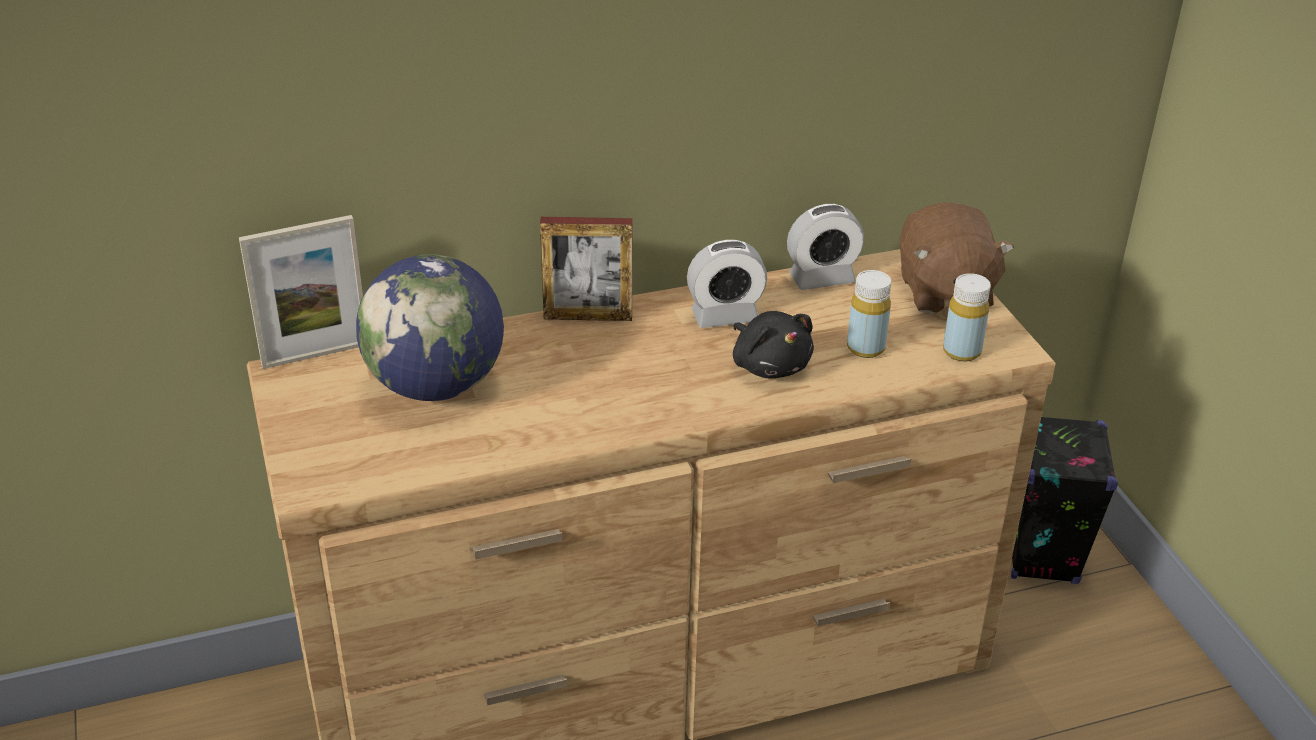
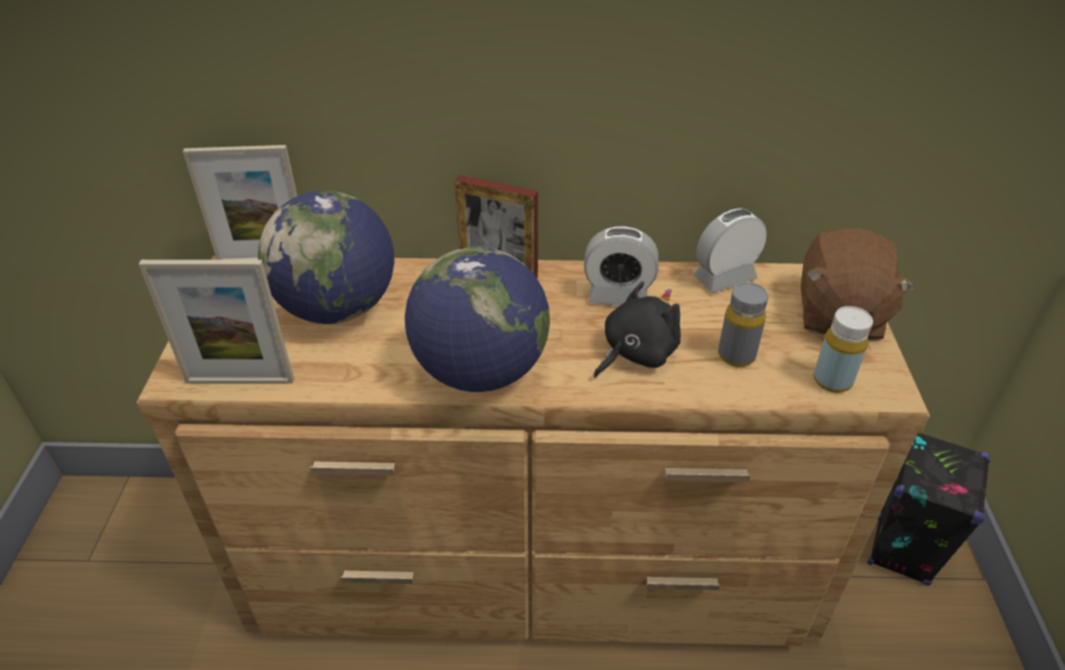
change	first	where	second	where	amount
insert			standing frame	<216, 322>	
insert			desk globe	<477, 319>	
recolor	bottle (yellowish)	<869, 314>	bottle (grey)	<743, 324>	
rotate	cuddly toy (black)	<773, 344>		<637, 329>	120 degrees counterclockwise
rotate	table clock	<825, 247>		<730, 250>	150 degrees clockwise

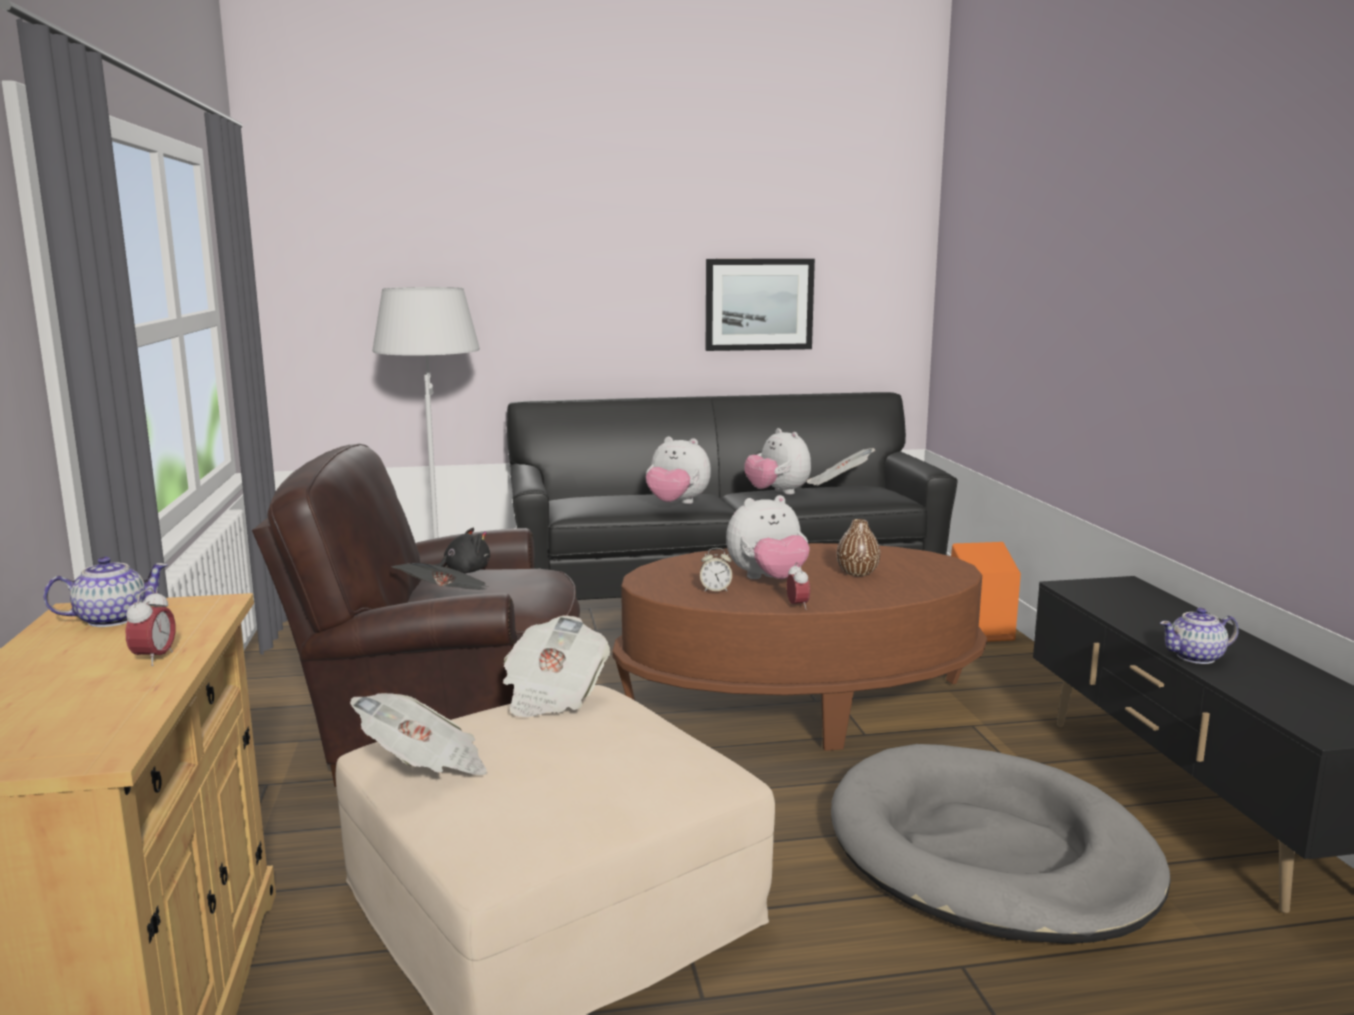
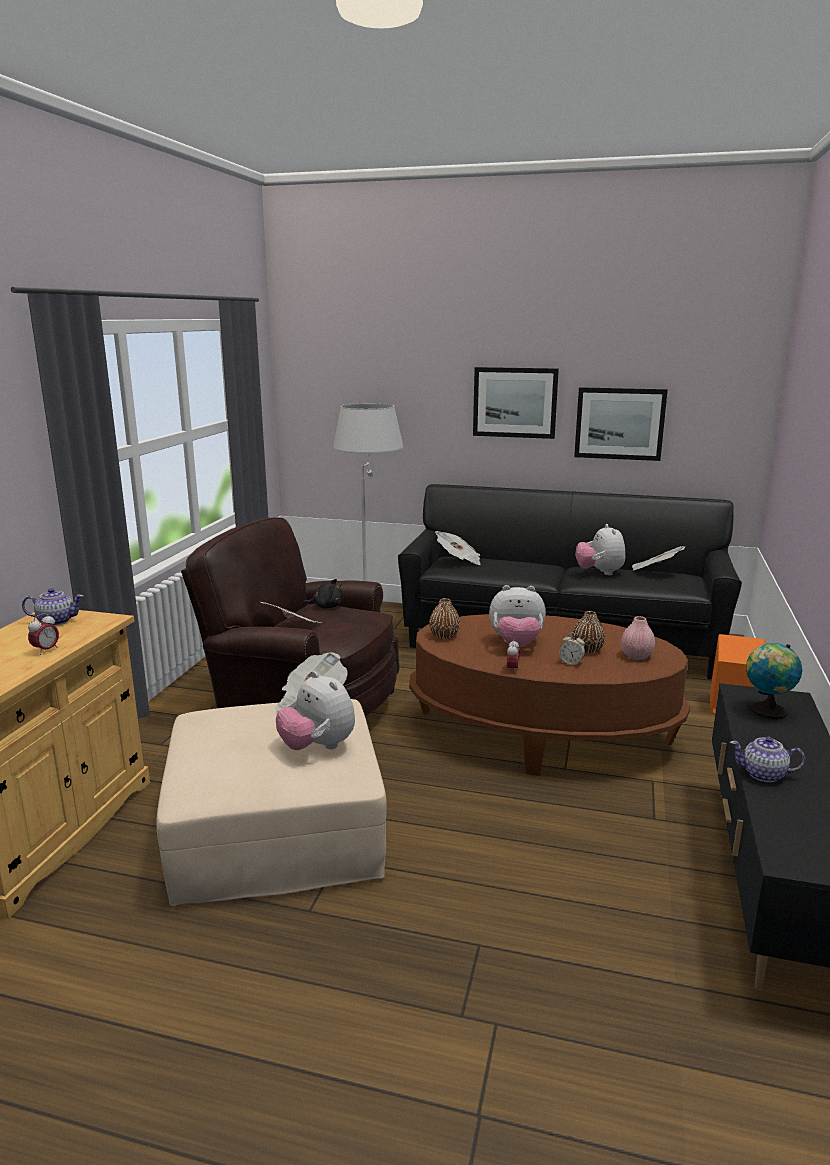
change	first	where	second	where	amount
delete	dog cushion (grey)	<1001, 844>			
insert			vase (brown)	<444, 618>	
insert			wall art	<516, 403>	
insert			vase (pinkish)	<638, 638>	
insert			desk globe	<774, 681>	
move	daily paper	<418, 734>		<457, 548>	
move	cuddly toy	<678, 470>		<315, 710>	
move	table clock	<716, 570>		<572, 649>	

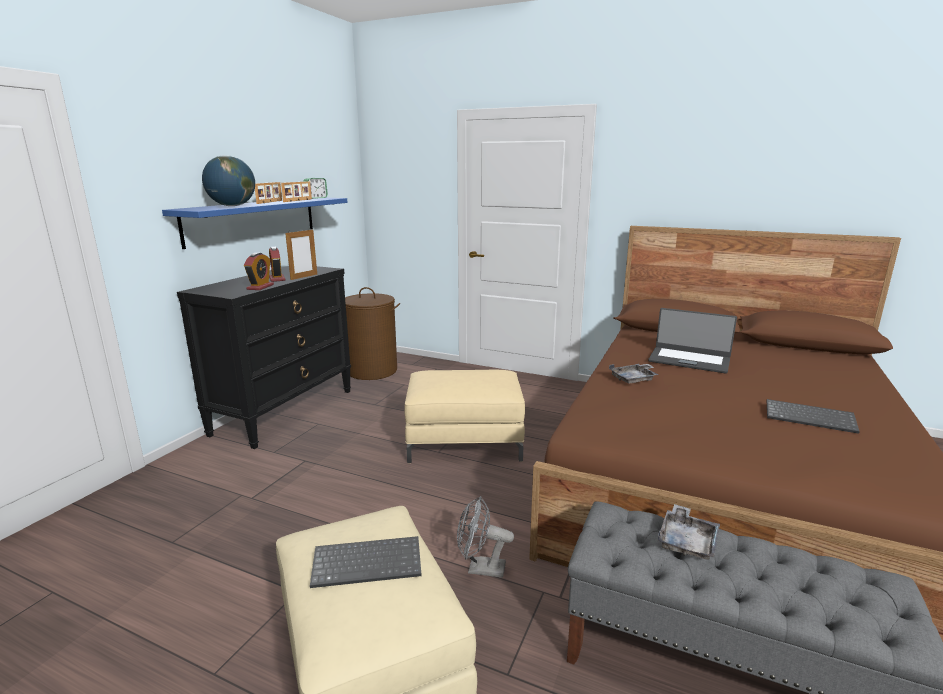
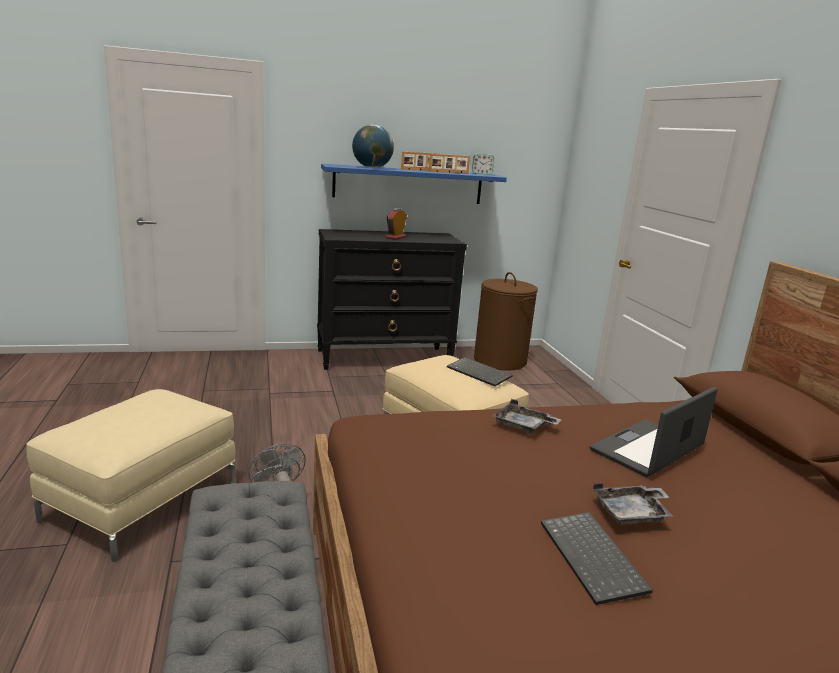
change	first	where	second	where	amount
delete	table clock	<259, 271>			
delete	standing frame	<301, 254>			
move	PC keyboard	<365, 562>		<480, 371>	
move	tray (grey)	<689, 532>		<633, 504>	
rotate	laptop	<692, 341>		<654, 432>	60 degrees clockwise

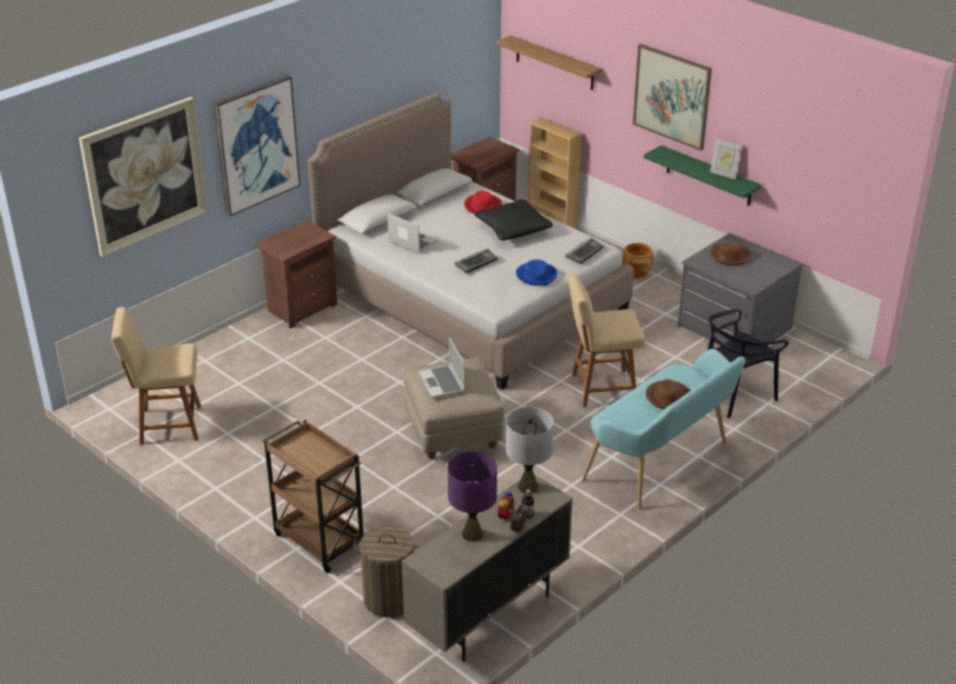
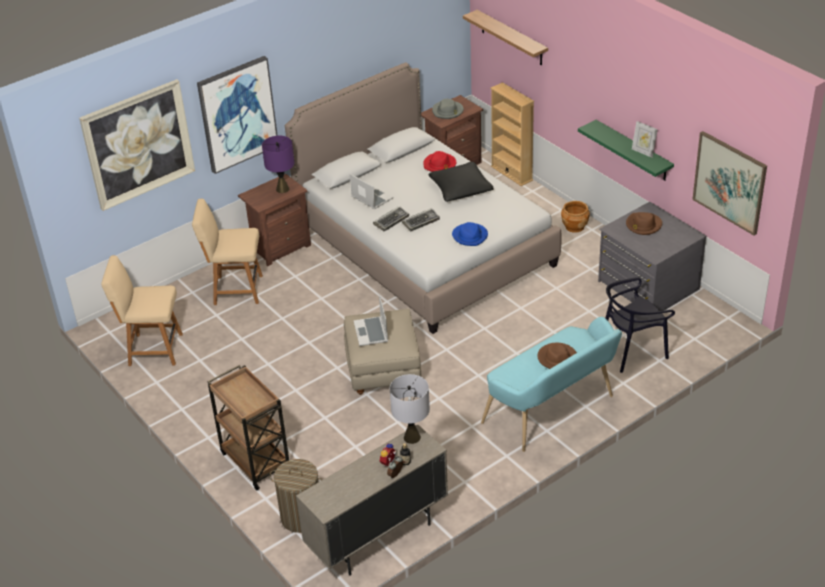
change	first	where	second	where	amount
insert			wearable hat (grey)	<448, 109>	
move	table lamp (purple-coloured)	<472, 496>		<278, 164>	
move	PC keyboard	<584, 251>		<391, 219>	
move	plain chair (sand-coloured)	<606, 340>		<227, 252>	
move	wall art	<672, 97>		<729, 183>	

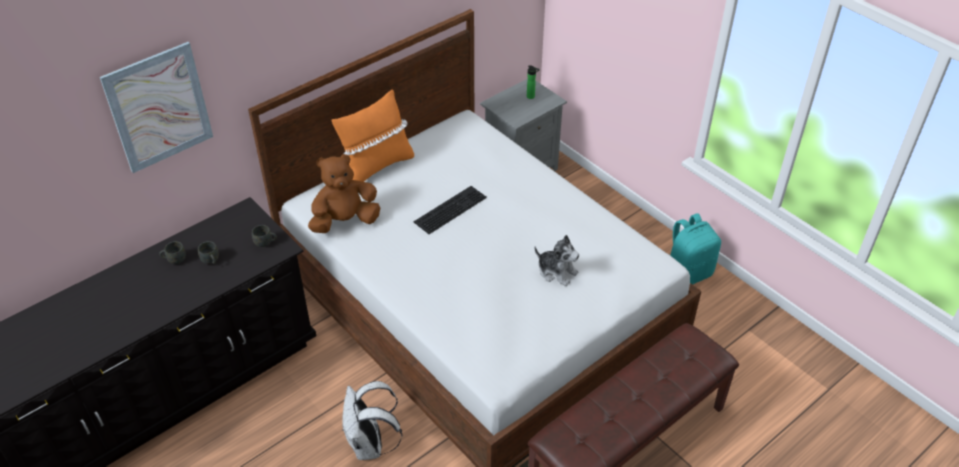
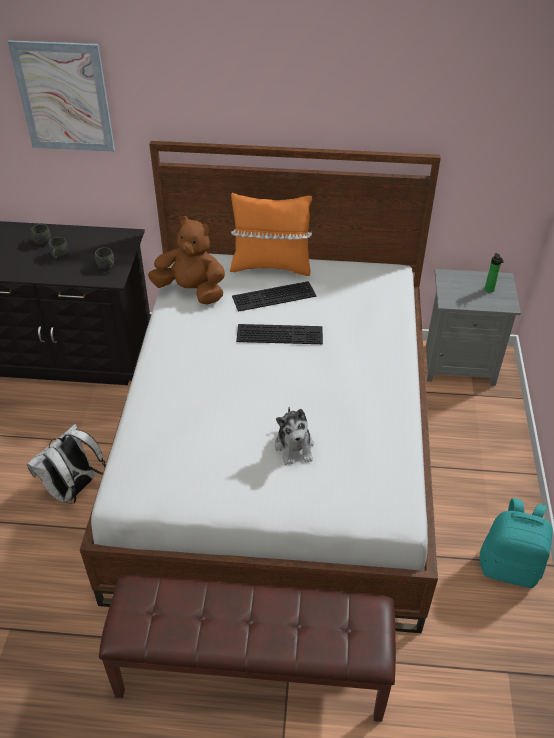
change	first	where	second	where	amount
insert			PC keyboard	<274, 296>	

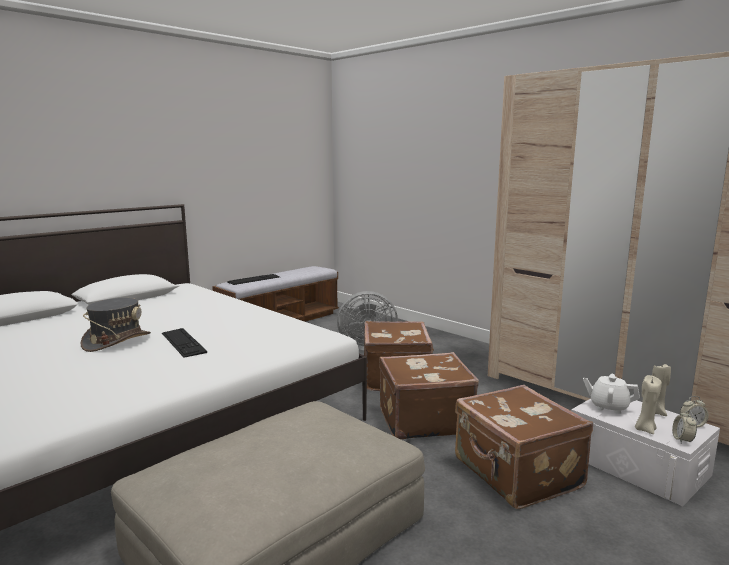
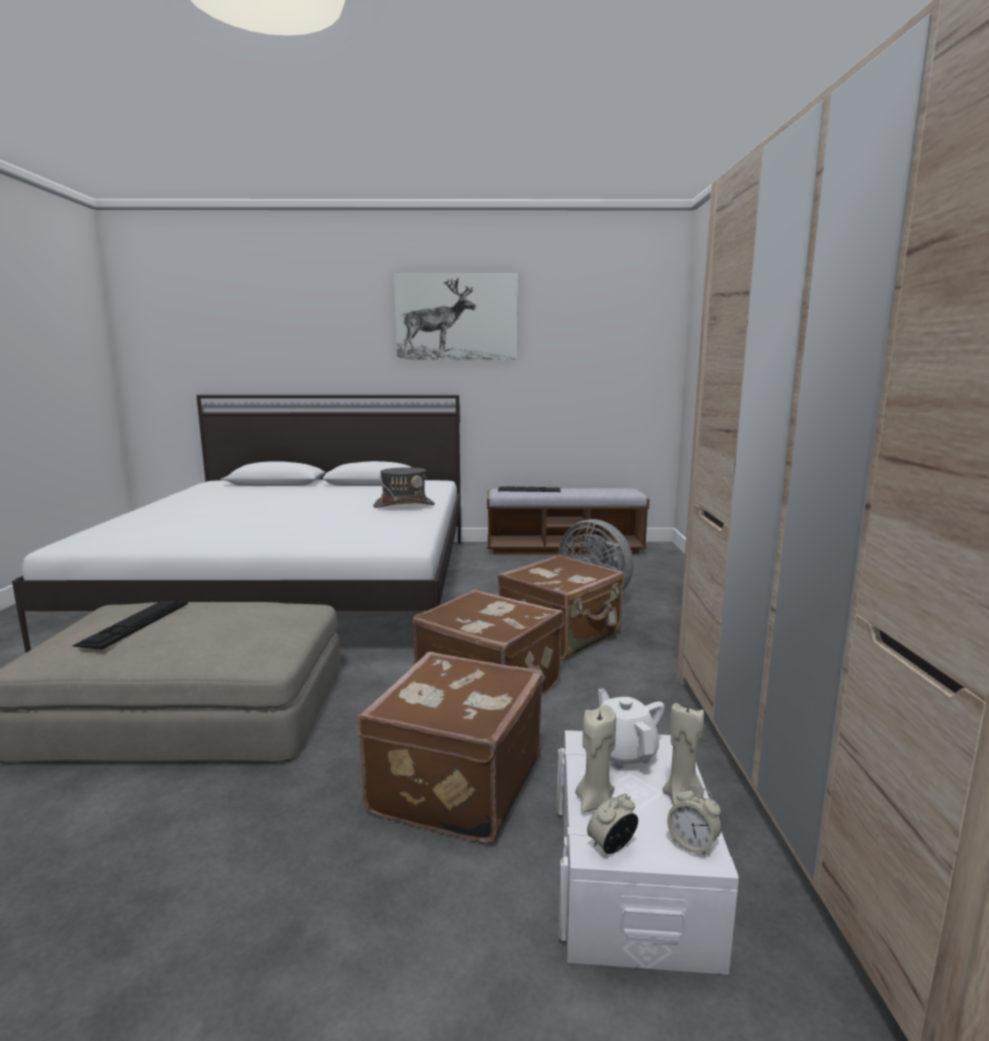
change	first	where	second	where	amount
insert			wall art	<456, 316>	
move	wearable hat (grey)	<115, 325>		<404, 487>	
move	PC keyboard	<184, 343>		<130, 625>	

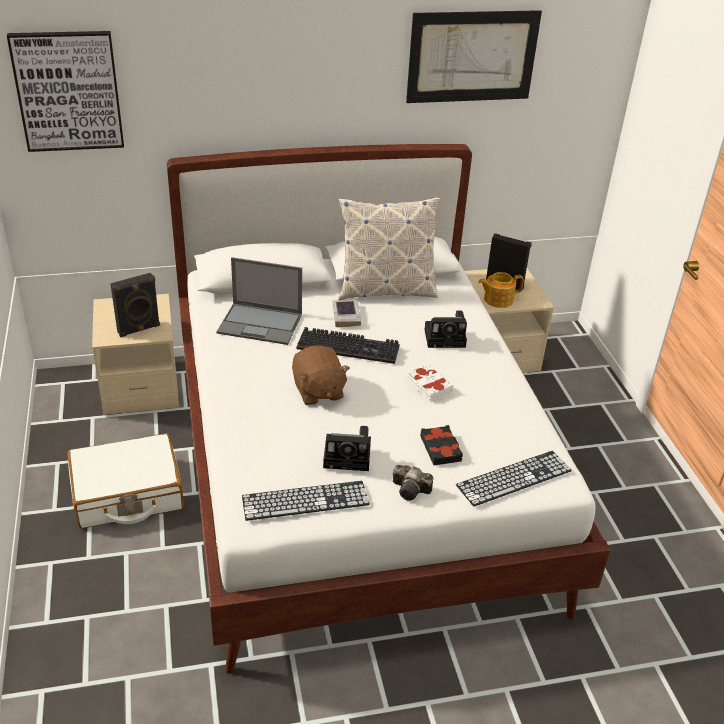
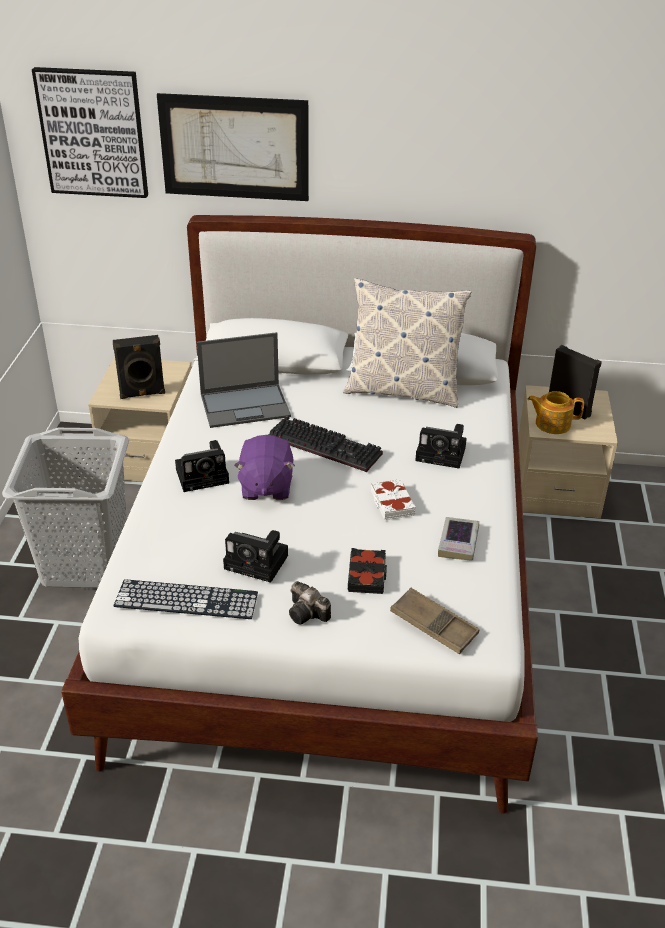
change	first	where	second	where	amount
insert			still camera	<202, 466>	
move	volume	<347, 313>		<458, 538>	
move	wall art	<474, 56>		<233, 147>	
replace	travel case (white-coloured)	<125, 481>	laundry basket (grey)	<65, 508>	
replace	PC keyboard	<514, 479>	tray (brown)	<434, 621>	
recolor	cuddly toy (brown)	<321, 375>	cuddly toy (purple-coloured)	<264, 467>	
rotate	laptop	<259, 301>		<244, 380>	45 degrees counterclockwise

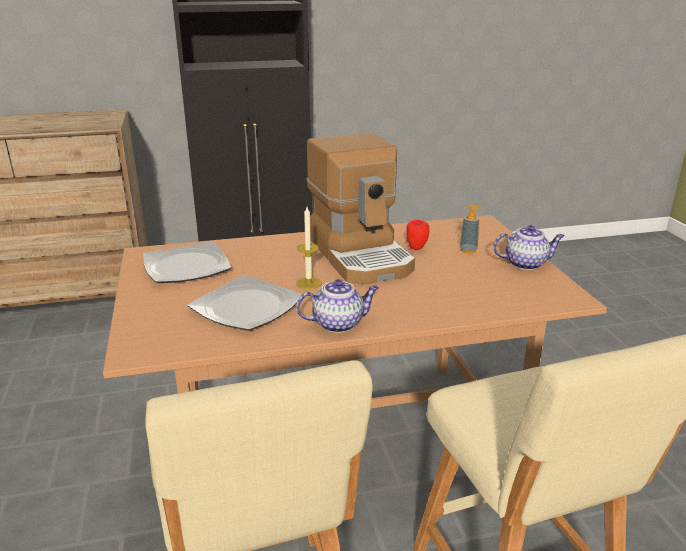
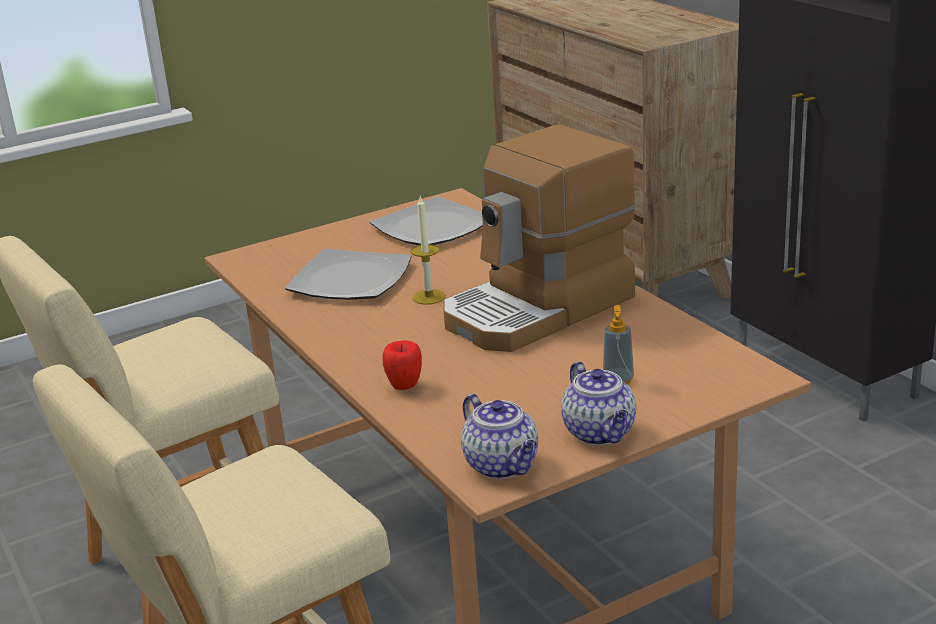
change	first	where	second	where	amount
move	pot for tea	<337, 306>		<499, 436>	
move	apple fruit	<417, 235>		<402, 365>	

